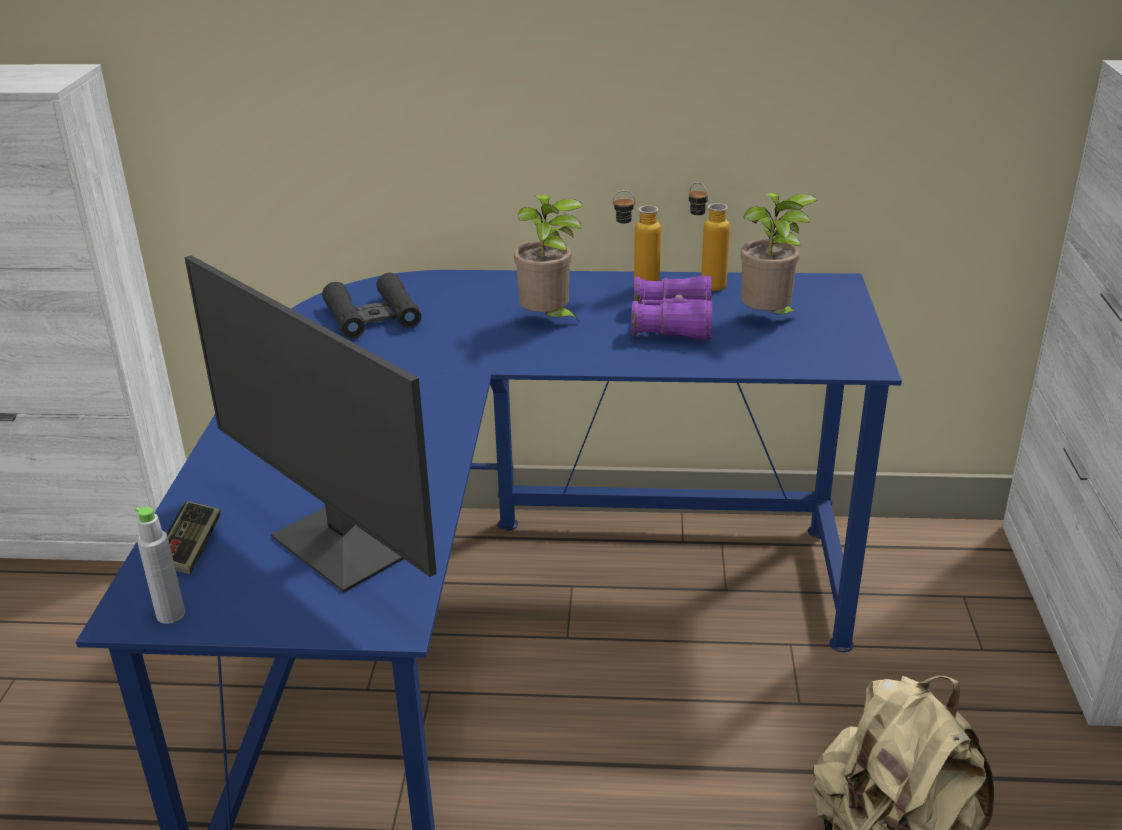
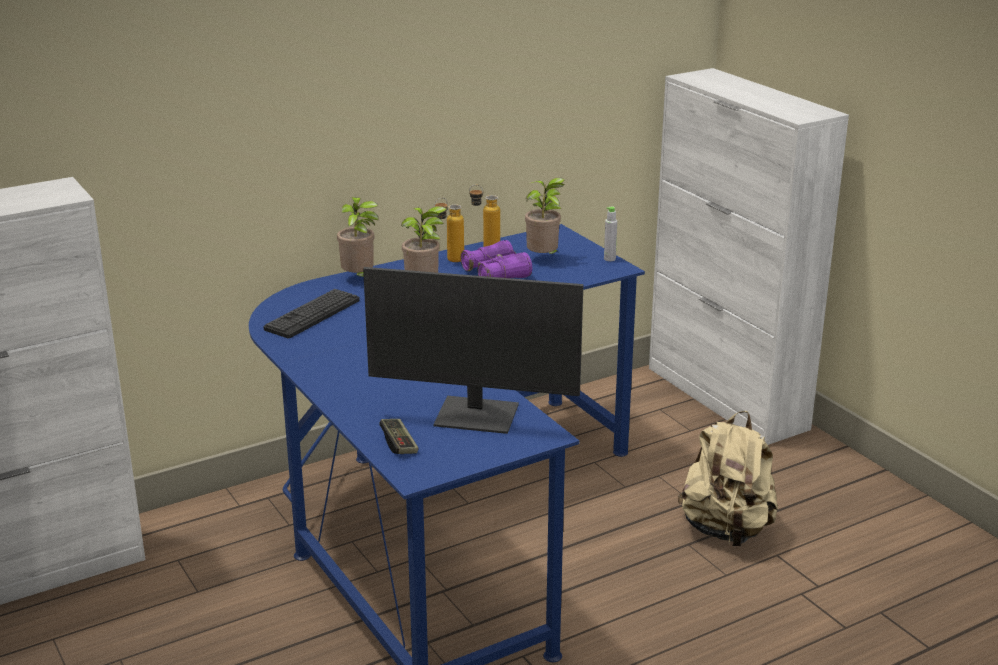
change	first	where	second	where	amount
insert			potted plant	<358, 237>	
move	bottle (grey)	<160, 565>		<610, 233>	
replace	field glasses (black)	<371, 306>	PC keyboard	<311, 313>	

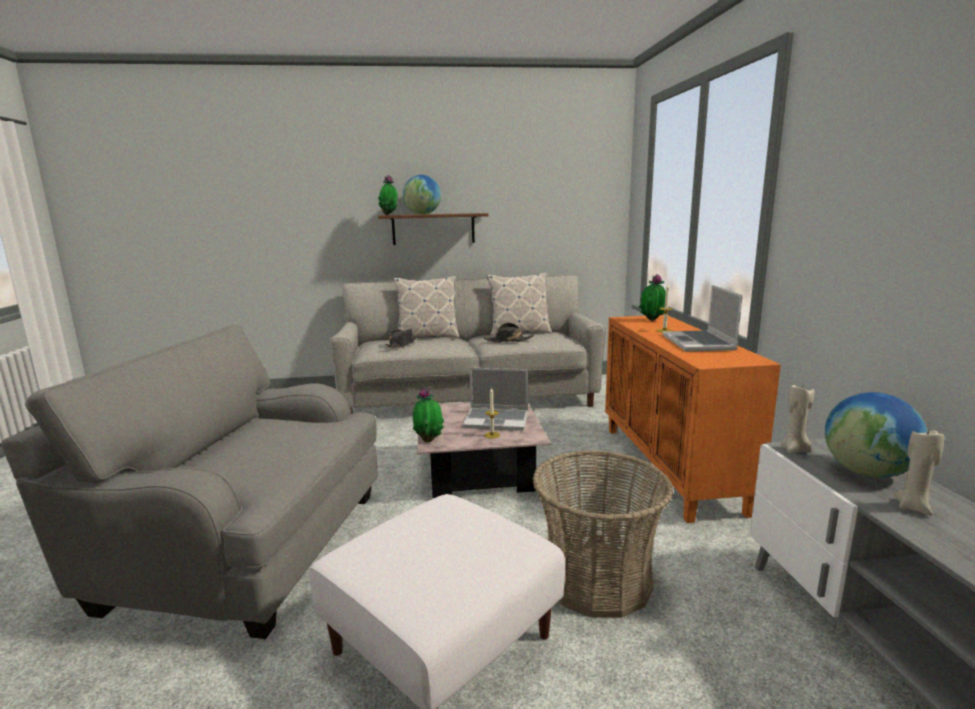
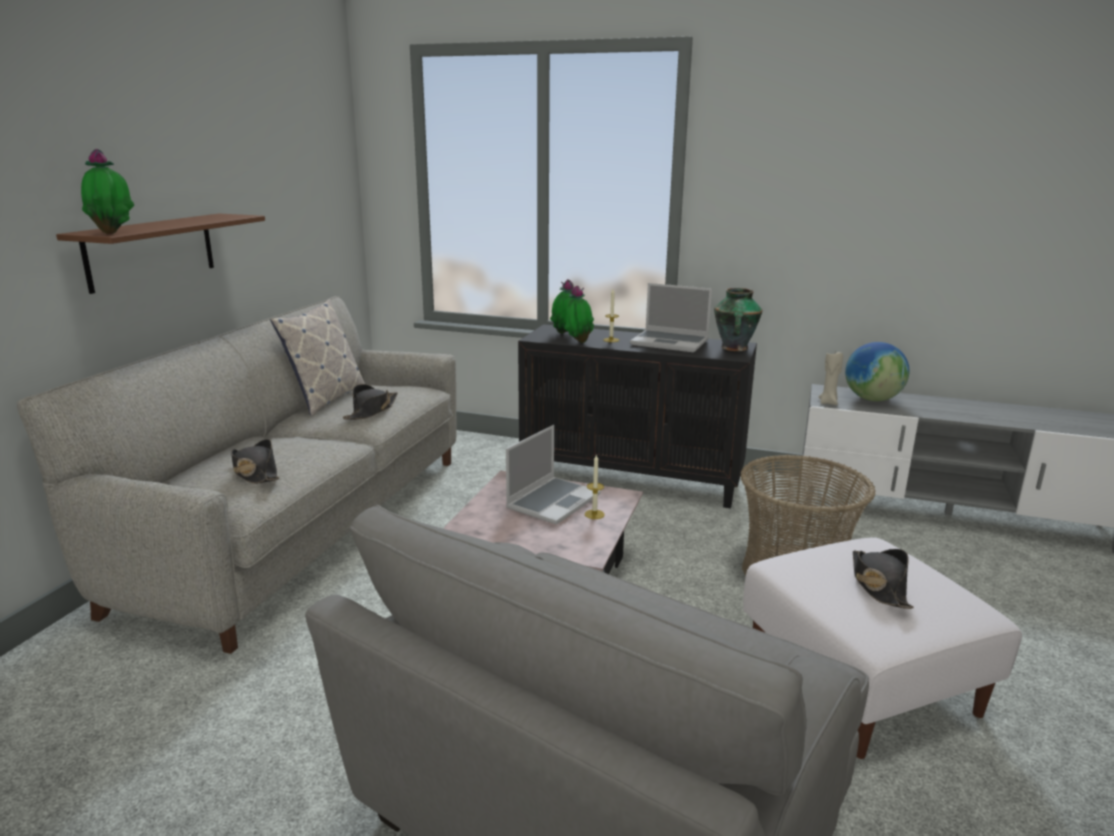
change	first	where	second	where	amount
delete	throw pillow	<426, 307>			
delete	desk globe	<422, 194>			
delete	wax candle (sand-coloured)	<918, 472>			
insert			vase	<738, 319>	
insert			wearable hat (black)	<883, 579>	
move	potted plant	<428, 415>		<579, 314>	
recolor	storage cabinet (orange-coloured)	<693, 419>	storage cabinet (black)	<637, 416>	

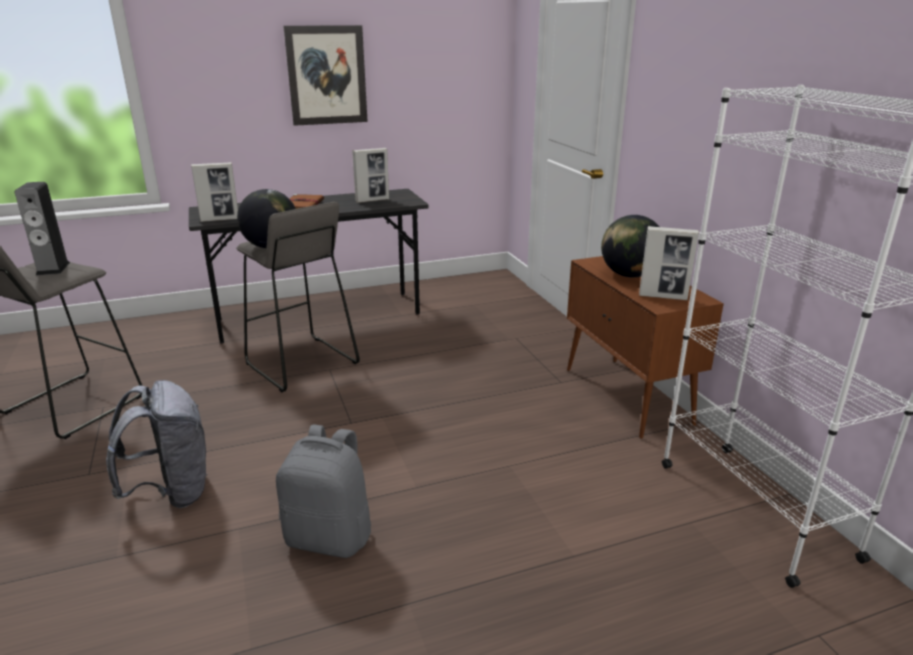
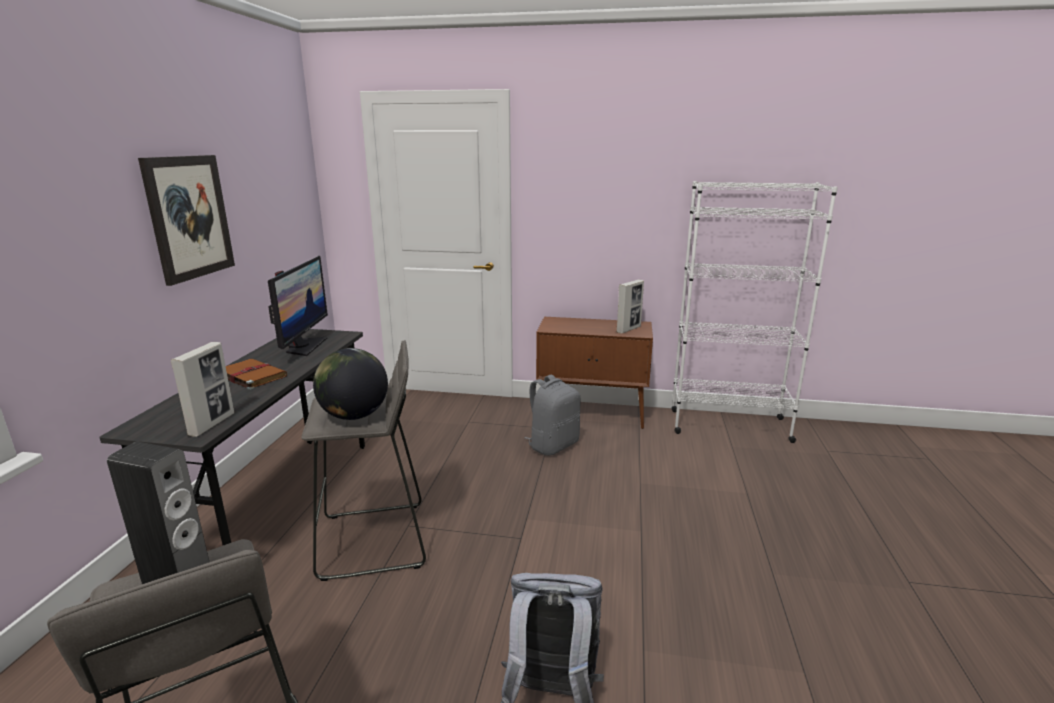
change	first	where	second	where	amount
delete	desk globe	<630, 246>			
move	rucksack (grey)	<323, 491>		<552, 415>	
replace	standing frame	<370, 175>	computer screen	<298, 306>	

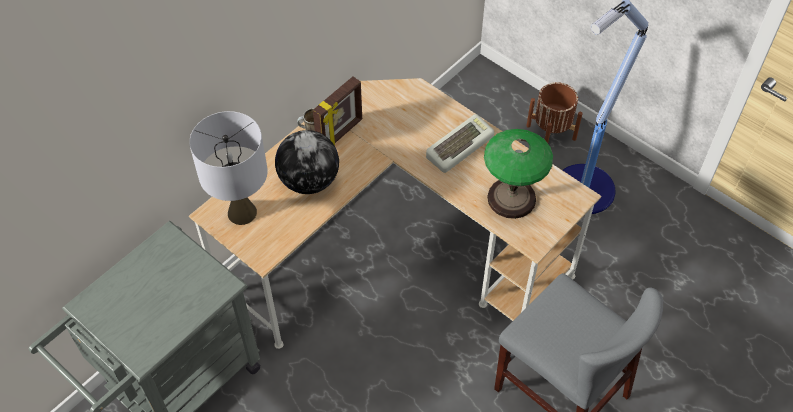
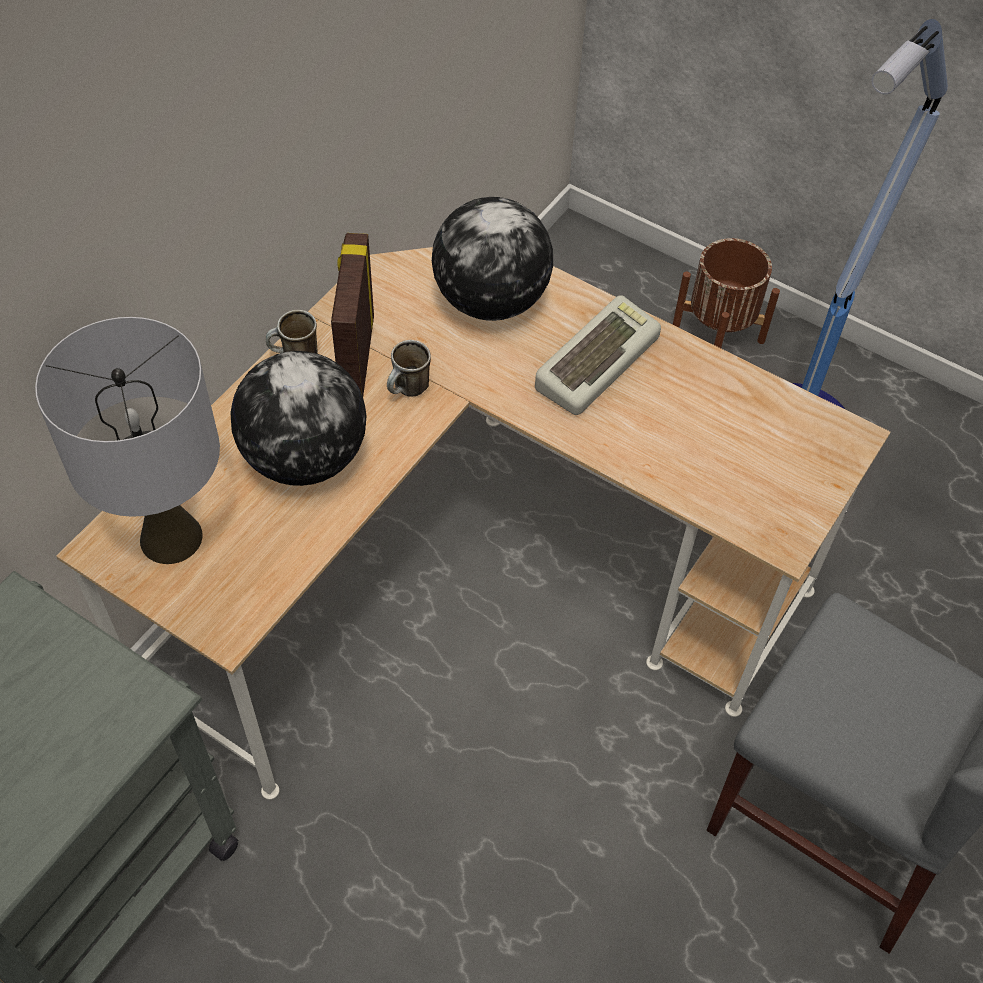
change	first	where	second	where	amount
delete	table lamp	<518, 174>			
insert			coffee mug	<409, 368>	
insert			desk globe	<492, 259>	
rotate	standing frame	<337, 111>		<352, 314>	150 degrees clockwise

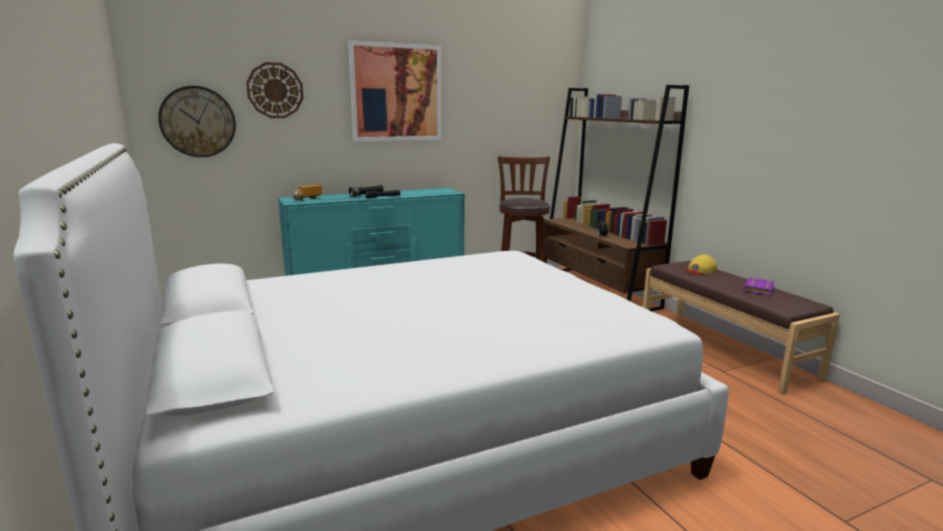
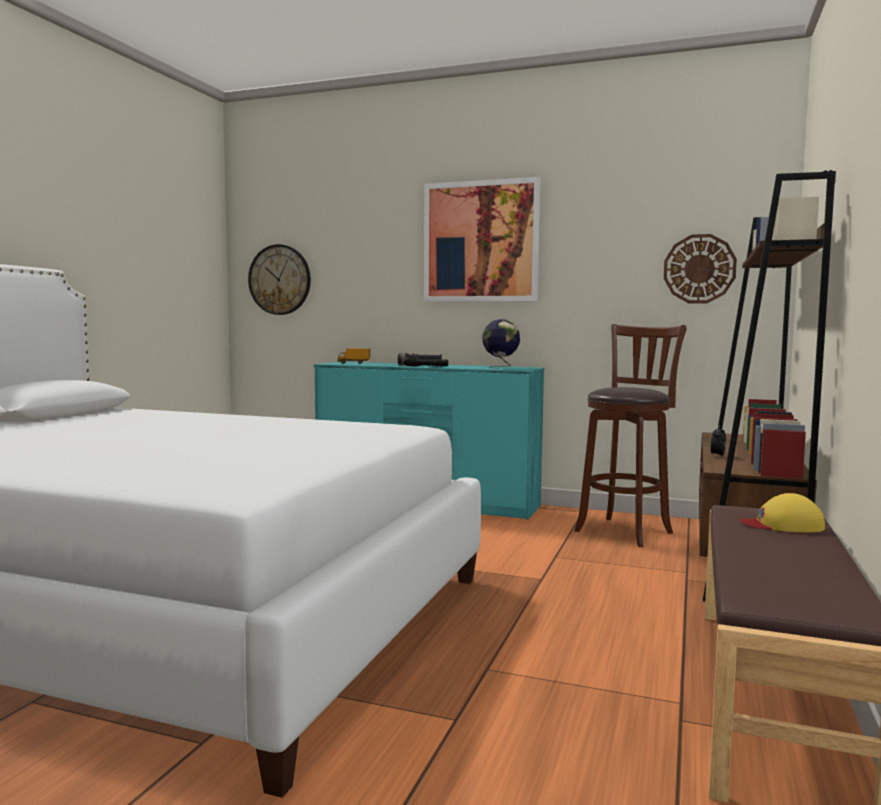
change	first	where	second	where	amount
delete	volume (purple-coloured)	<759, 287>			
insert			desk globe	<501, 344>	
move	clock on the wall	<274, 90>		<700, 268>	

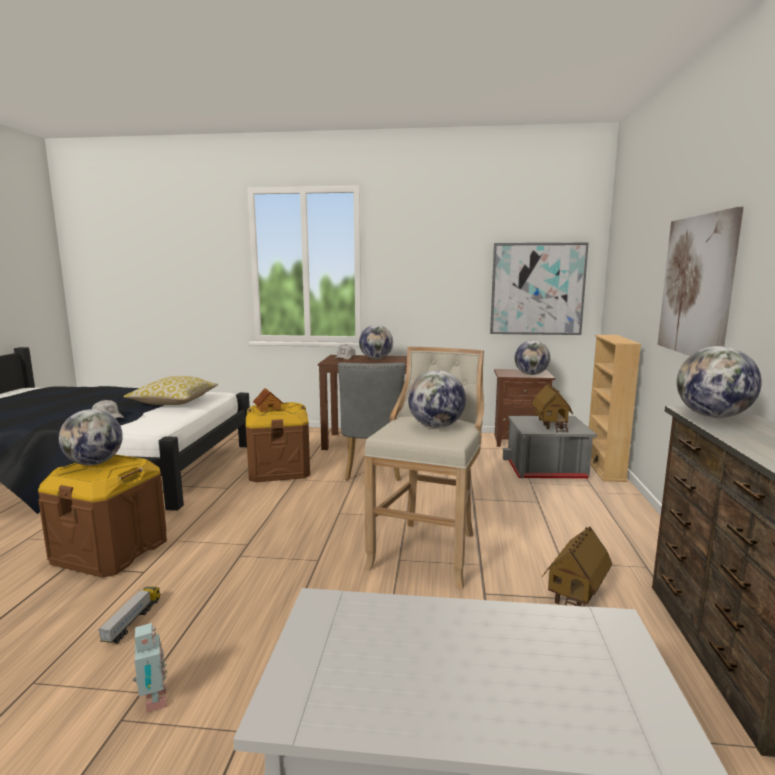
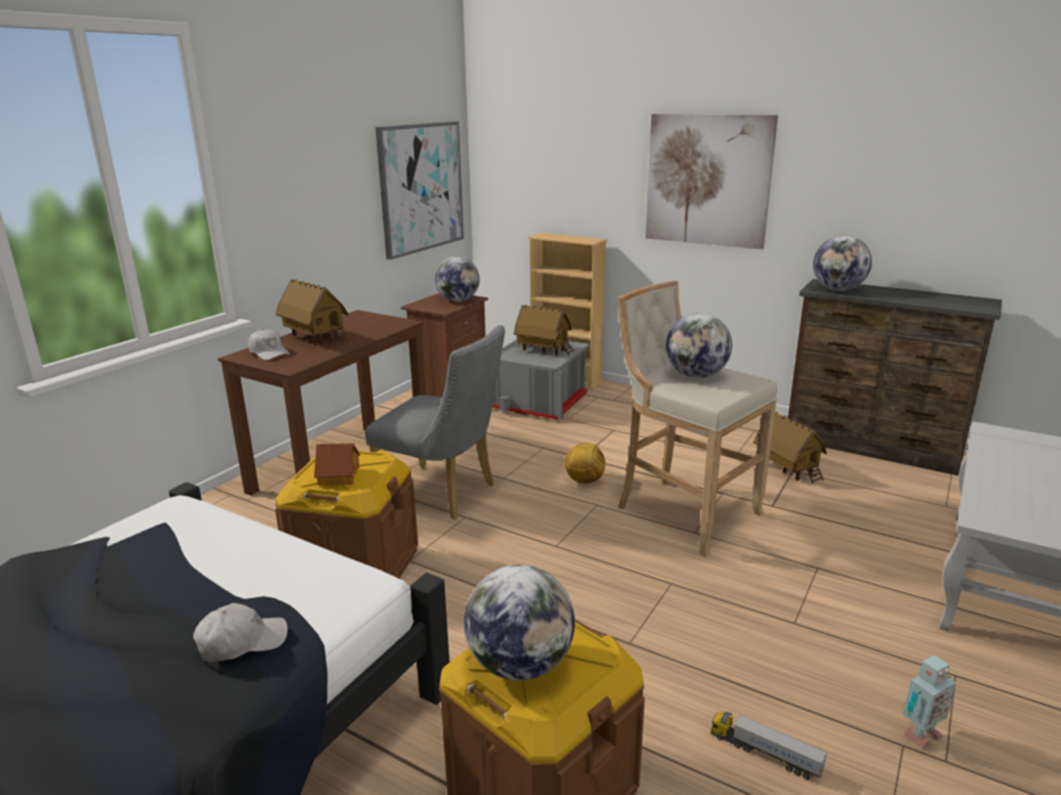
change	first	where	second	where	amount
delete	throw pillow	<170, 390>			
insert			football ball	<585, 463>	
replace	desk globe	<376, 342>	toy house	<312, 312>	
rotate	toy robot	<150, 668>		<929, 702>	150 degrees clockwise

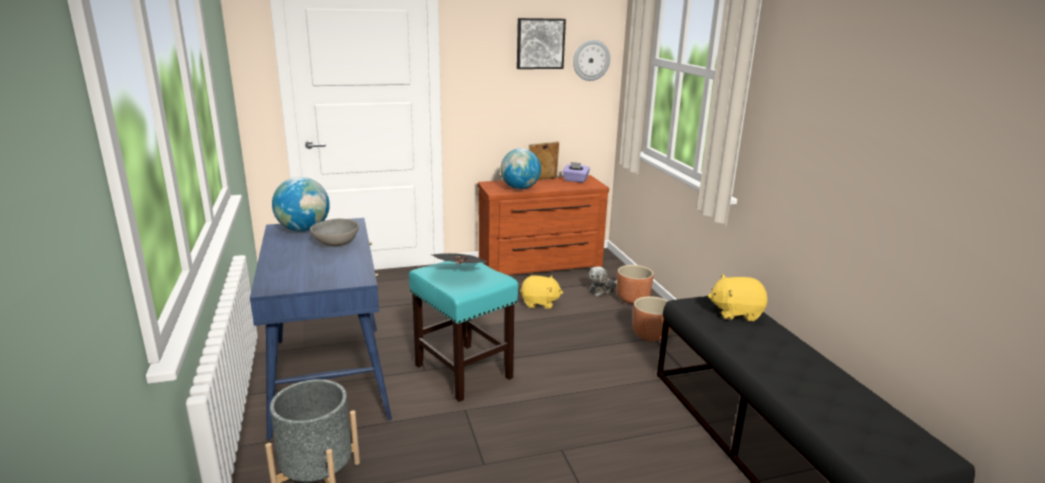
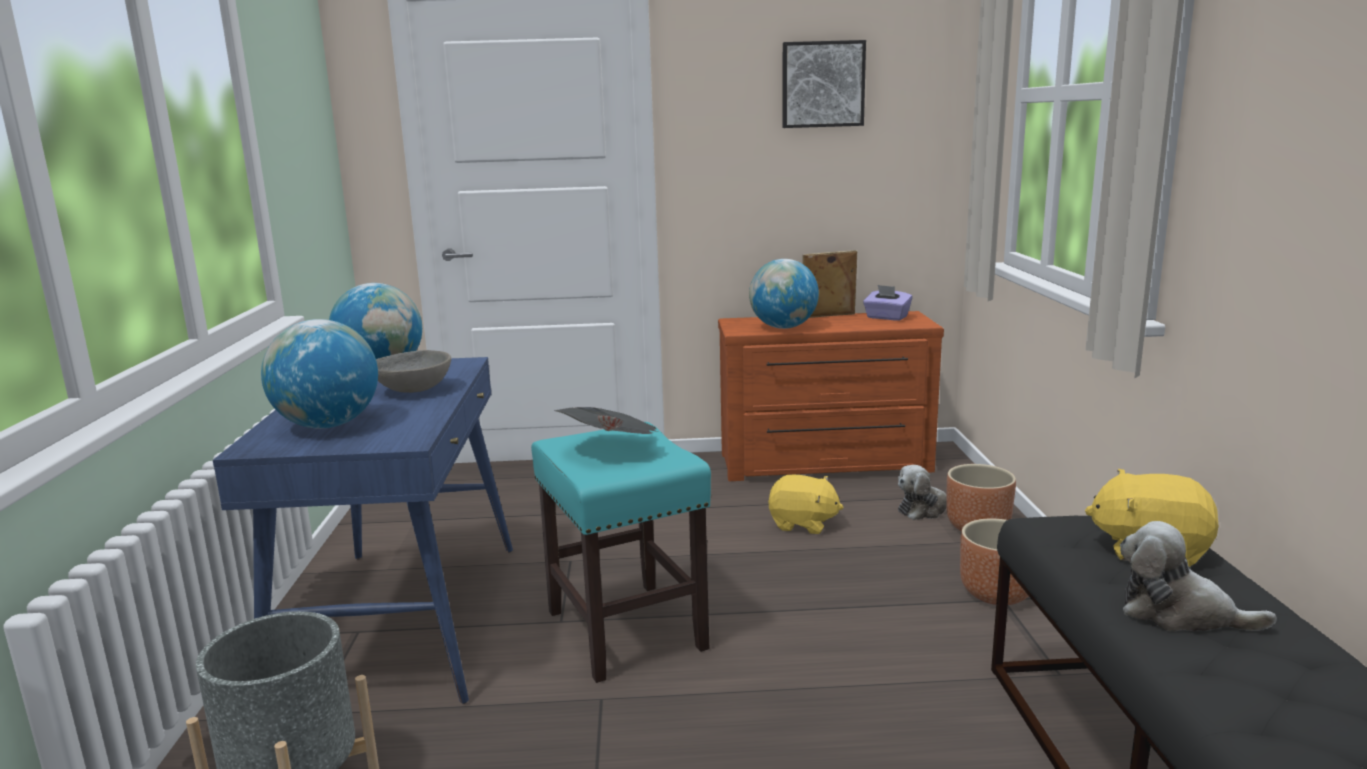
change	first	where	second	where	amount
delete	clock on the wall	<591, 60>			
insert			desk globe	<319, 374>	
insert			cuddly toy	<1198, 576>	

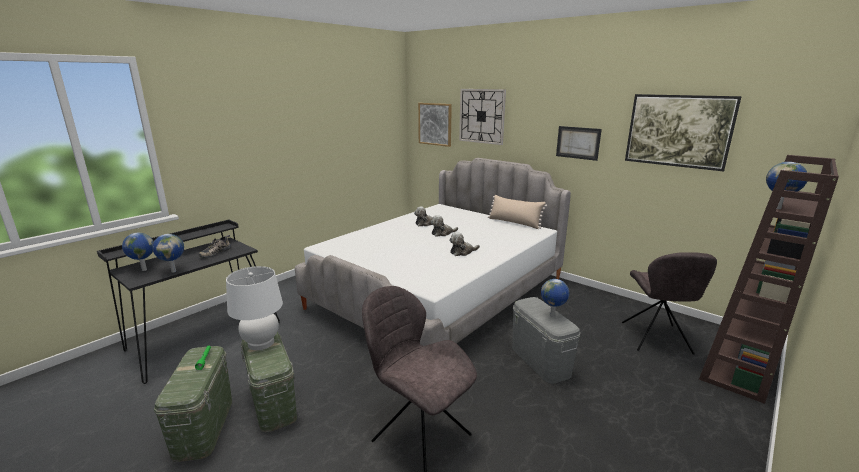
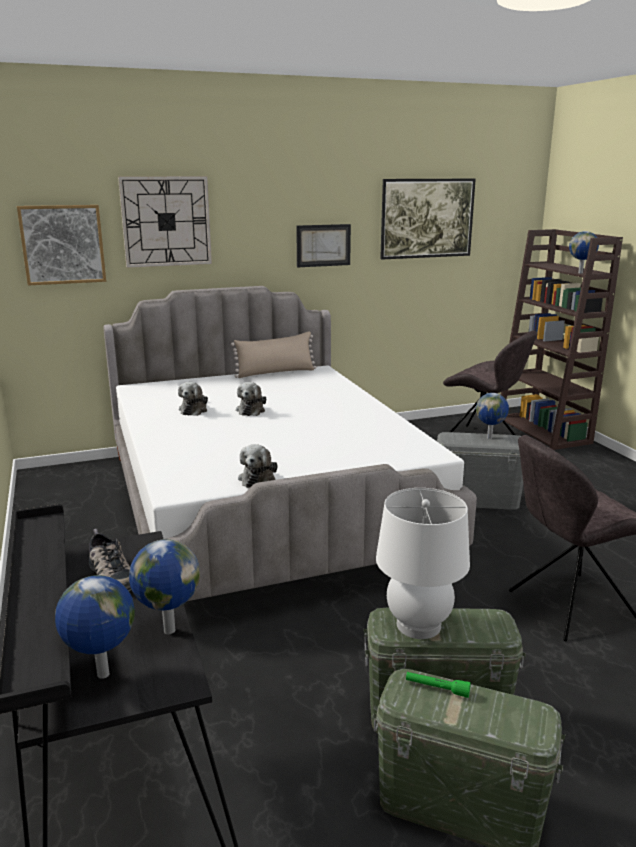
change	first	where	second	where	amount
move	cuddly toy	<464, 244>		<258, 466>	

